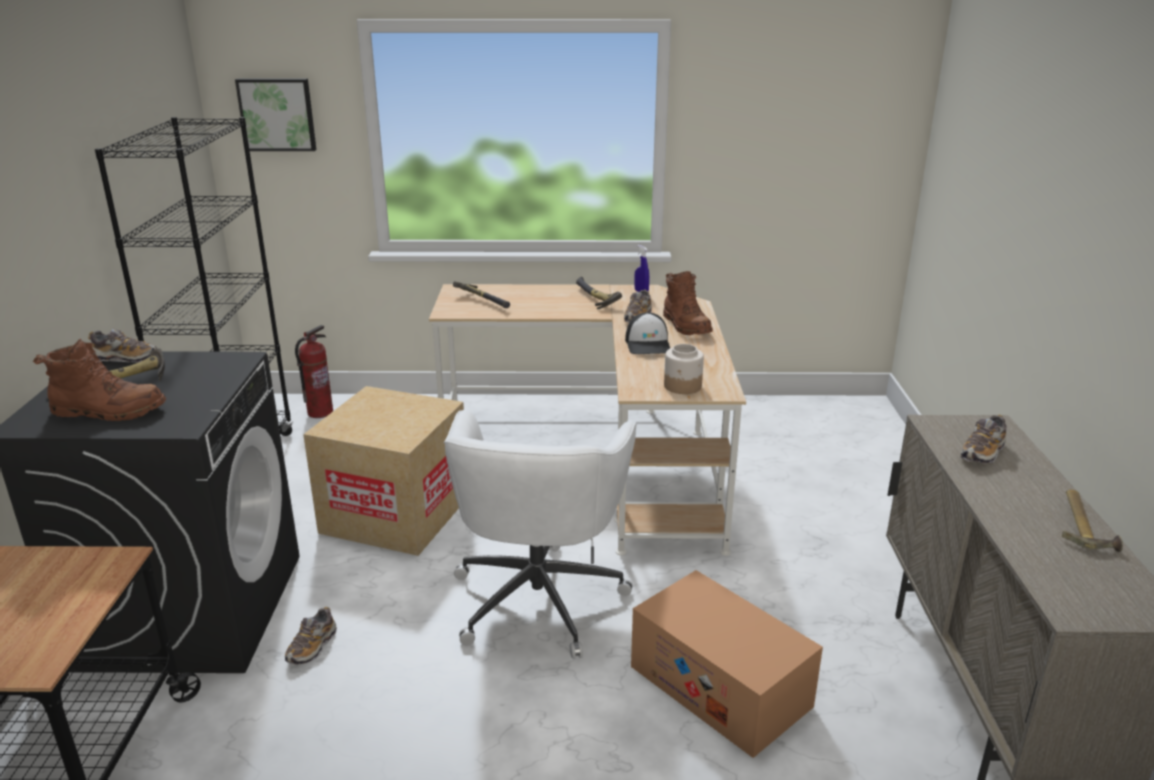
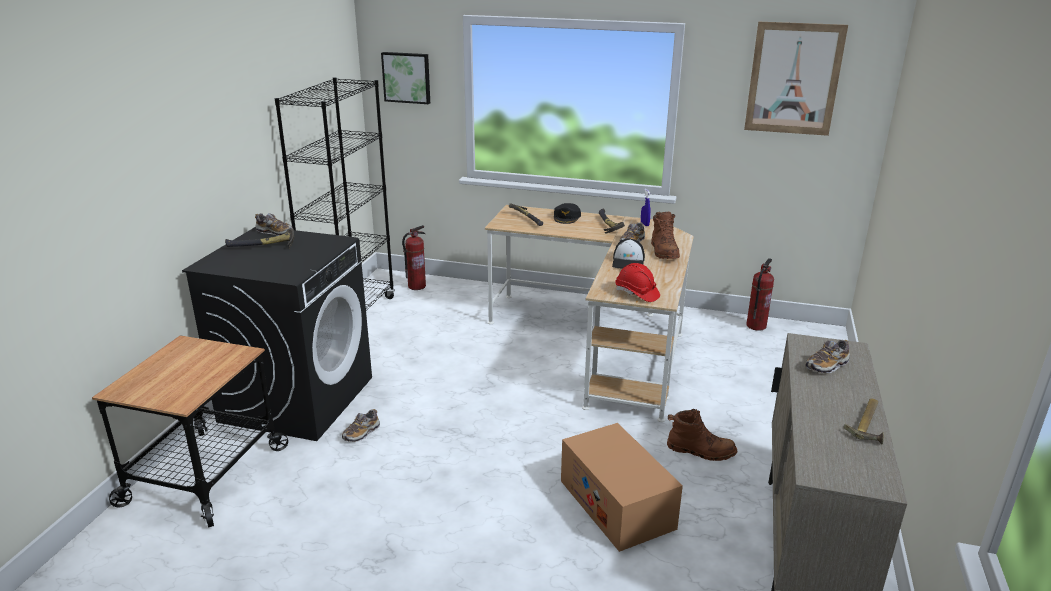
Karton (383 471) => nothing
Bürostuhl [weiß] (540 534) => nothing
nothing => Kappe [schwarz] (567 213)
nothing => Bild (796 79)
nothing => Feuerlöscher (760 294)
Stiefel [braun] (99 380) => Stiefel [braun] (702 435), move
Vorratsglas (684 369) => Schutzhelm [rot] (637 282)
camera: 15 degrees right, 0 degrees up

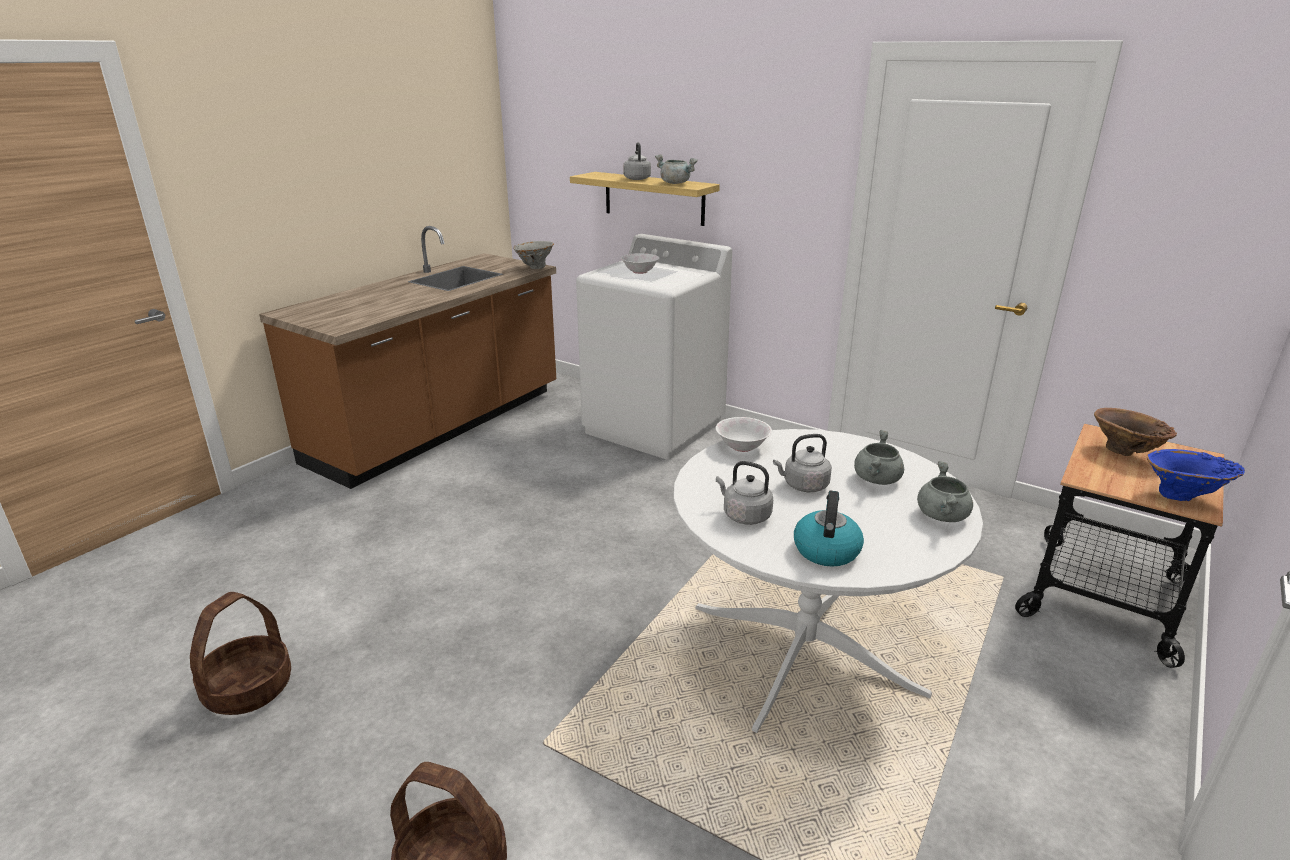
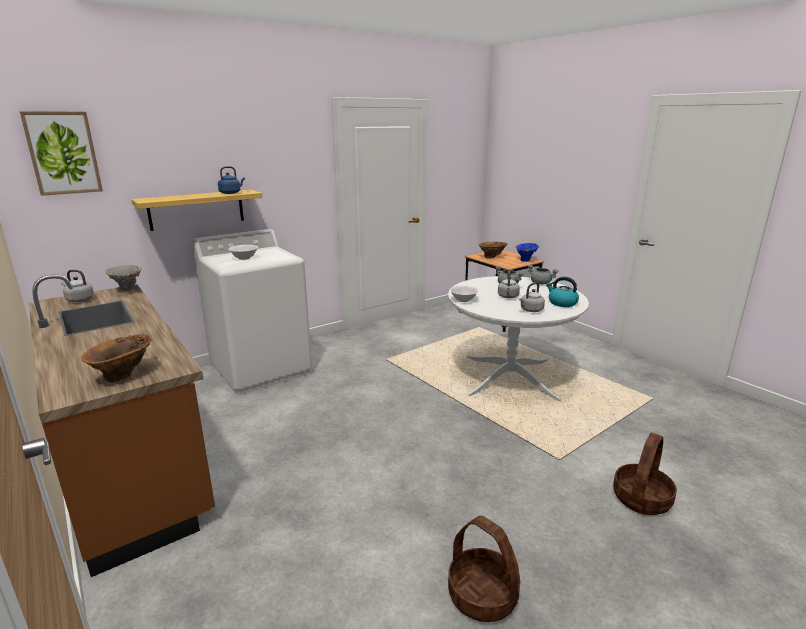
nothing => Bild (61 153)
nothing => Vase [braun] (116 358)
Wasserkessel [grau] (637 161) => Wasserkessel [grau] (77 286), move
Kochtopf [grau] (676 169) => Wasserkessel [blau] (231 180)
camera: 70 degrees left, 5 degrees down

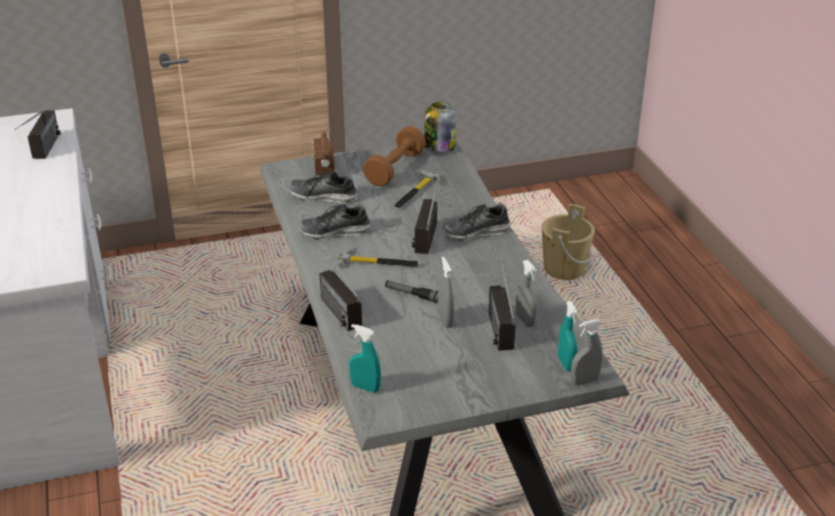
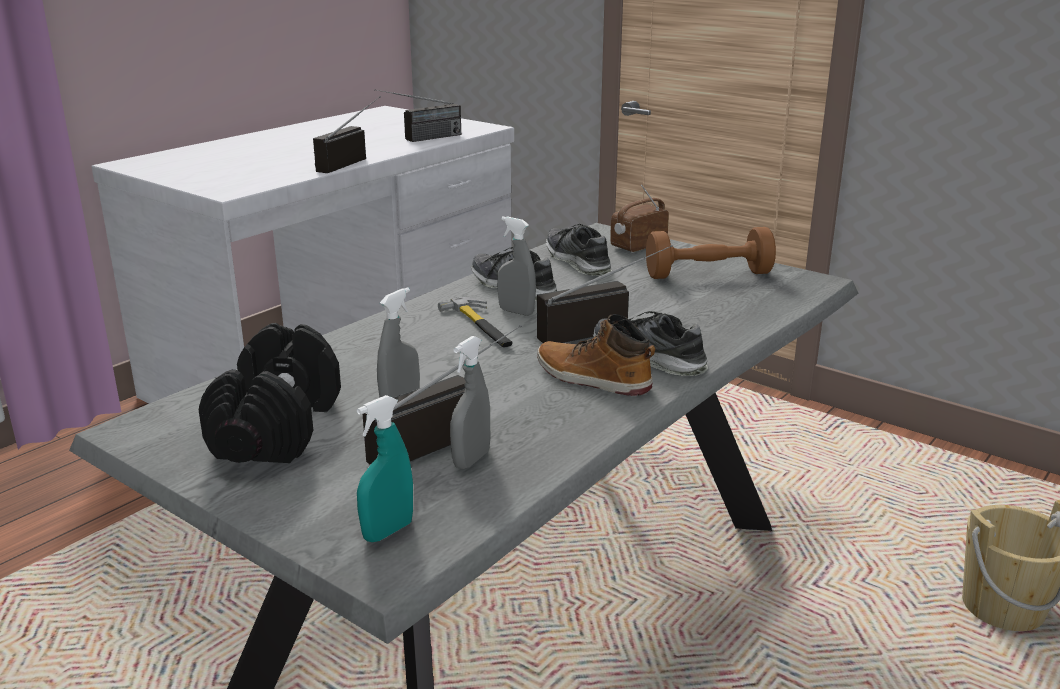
Sprühflasche [türkis] (365 358) => nothing
Taschenlampe (411 291) => nothing
Hammer (417 189) => nothing
Vorratsglas (440 127) => nothing
nothing => Hantel [schwarz] (270 393)
nothing => Stiefel (596 355)
Radio (338 281) => Radio (347 134), move
Sprühflasche [grau] (587 352) => Sprühflasche [grau] (516 266), move
camera: 55 degrees right, 10 degrees down

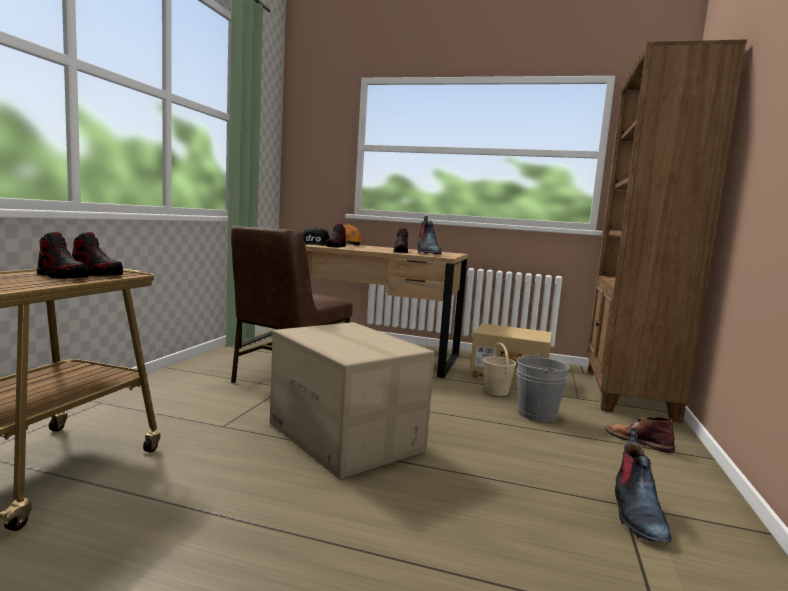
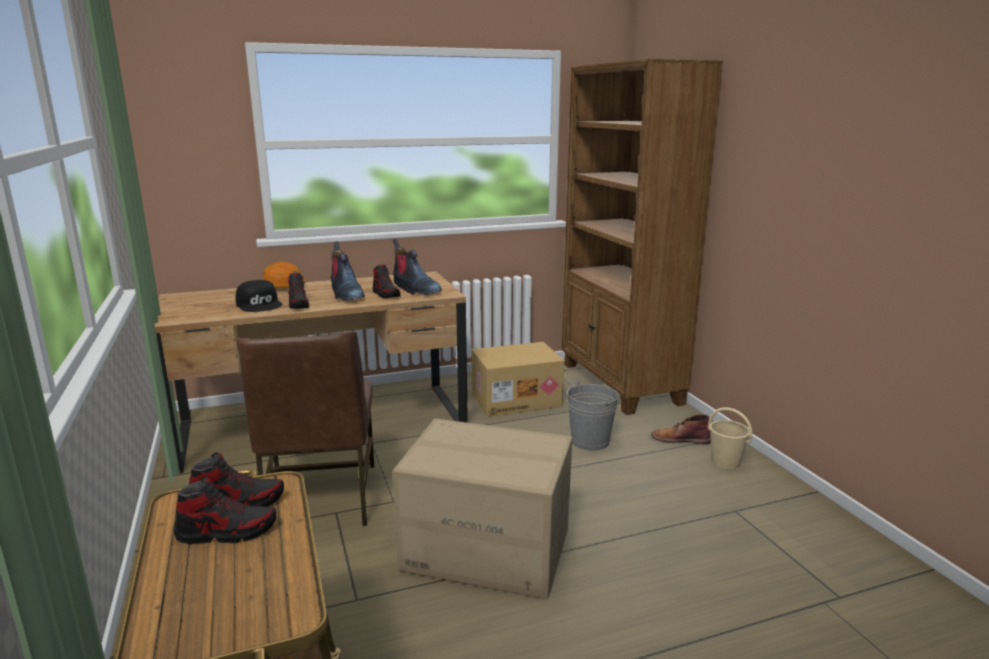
Eimer [beige] (499 369) => Eimer [beige] (730 438), move
Stiefel (643 485) => Stiefel (348 271), move
camera: 35 degrees left, 10 degrees up

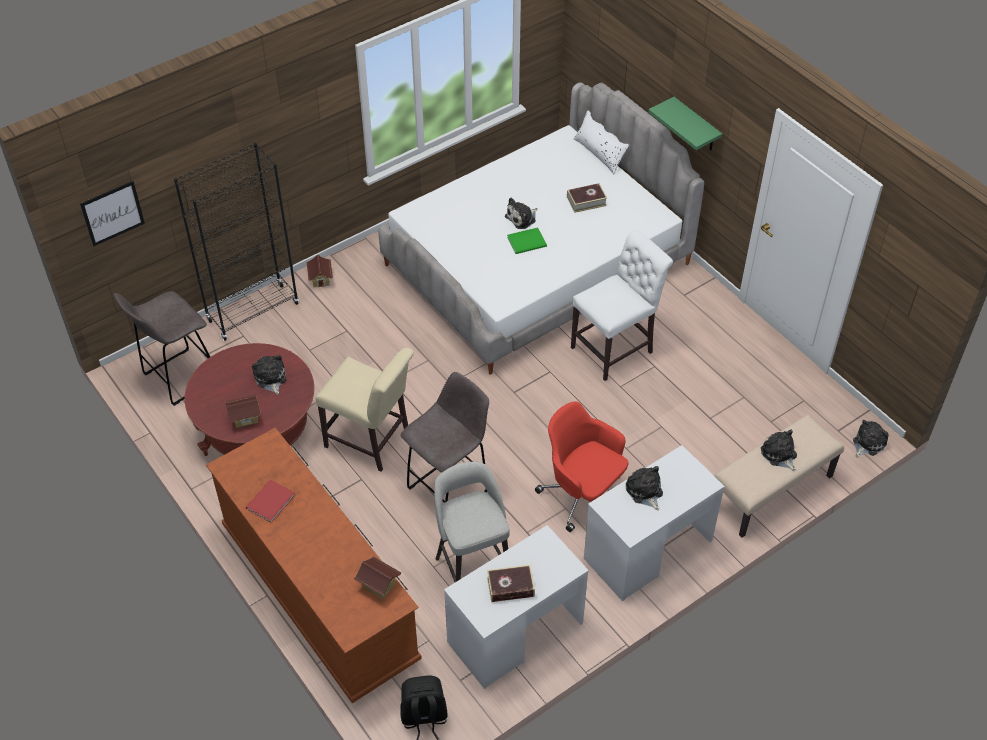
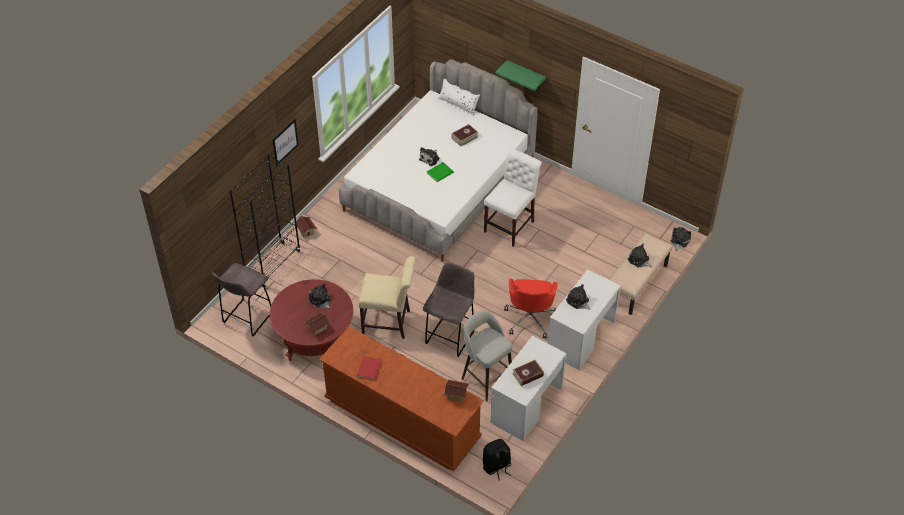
Bild (112 214) => Bild (285 142), move
Bürostuhl [rot] (582 466) => Bürostuhl [rot] (531 308), 105 degrees counterclockwise
camera: 20 degrees left, 0 degrees up

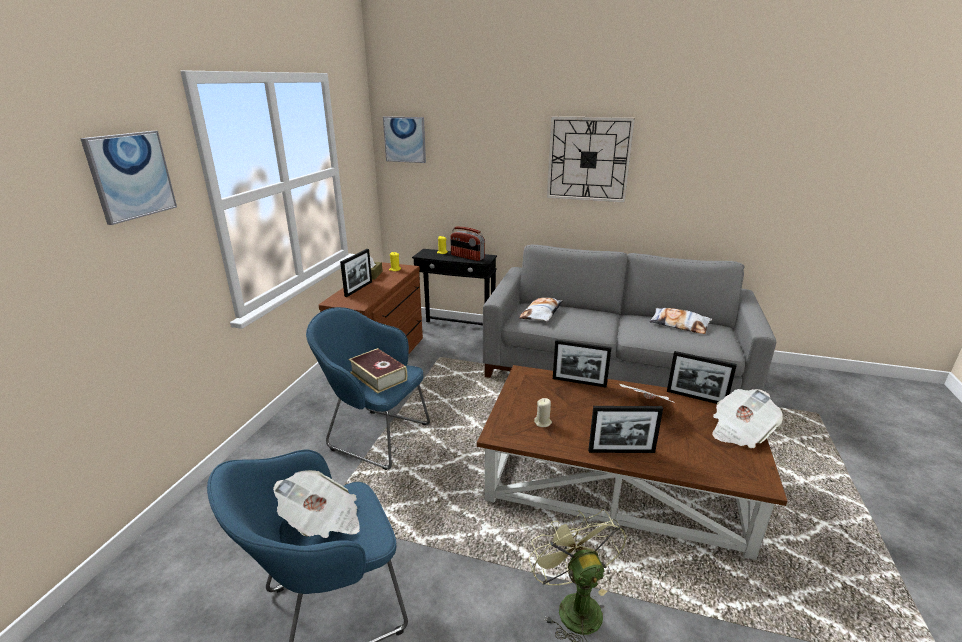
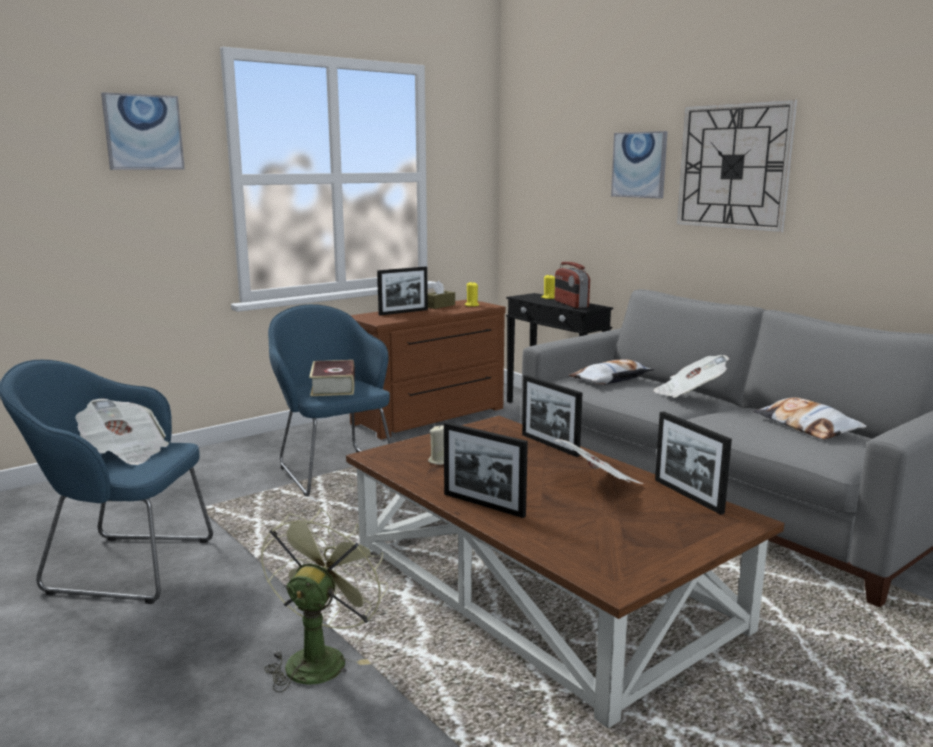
Bild (404 139) => Bild (639 165), move
Zeitung (747 418) => Zeitung (691 376), move
camera: 35 degrees right, 10 degrees down

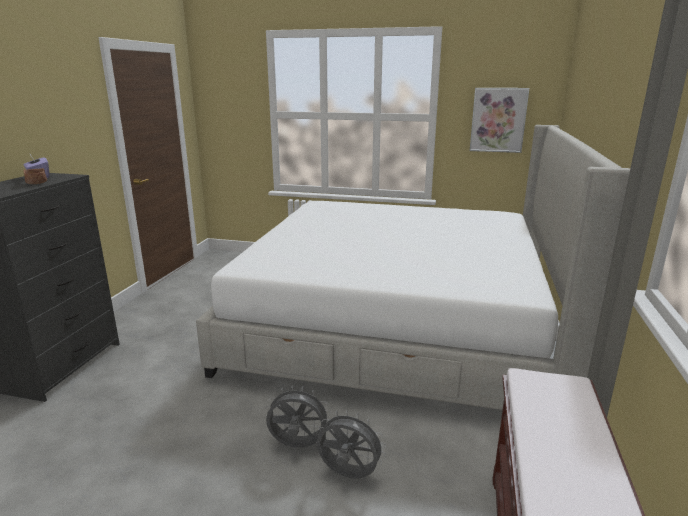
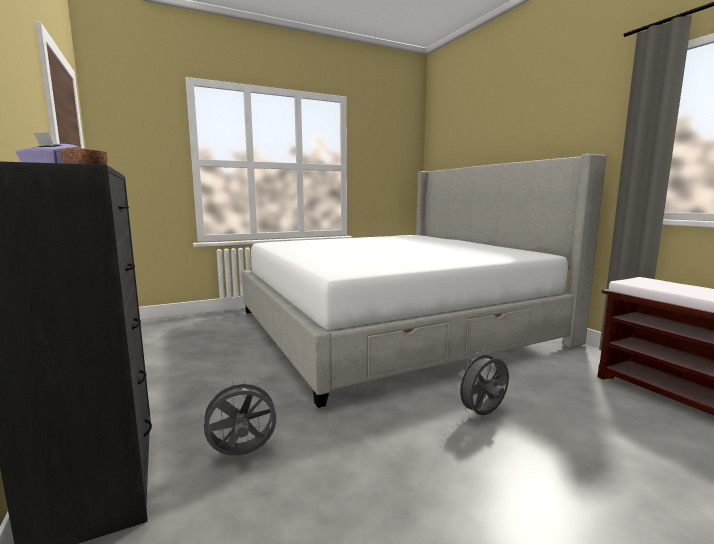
Bild (500 120) => nothing
Ventilator [grau] (351 444) => Ventilator [grau] (239 417), move
camera: 40 degrees left, 10 degrees down

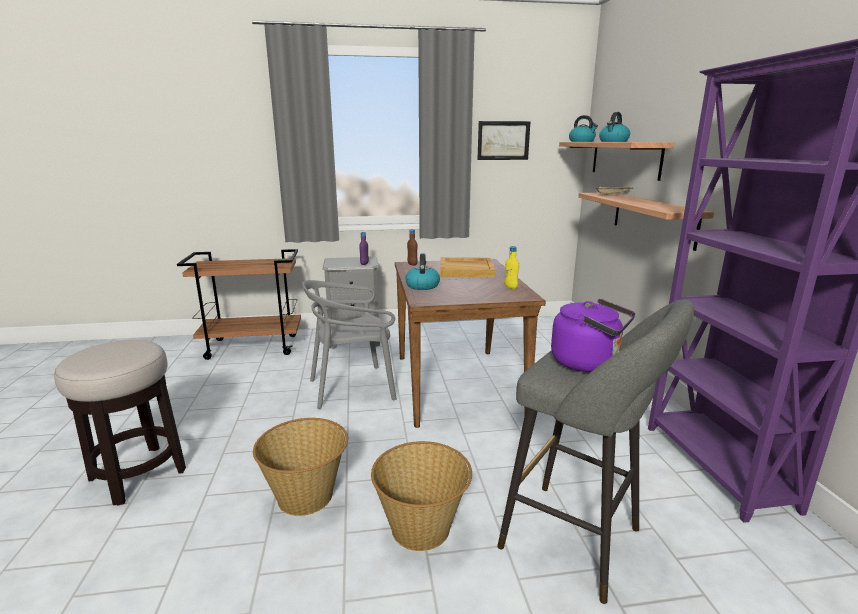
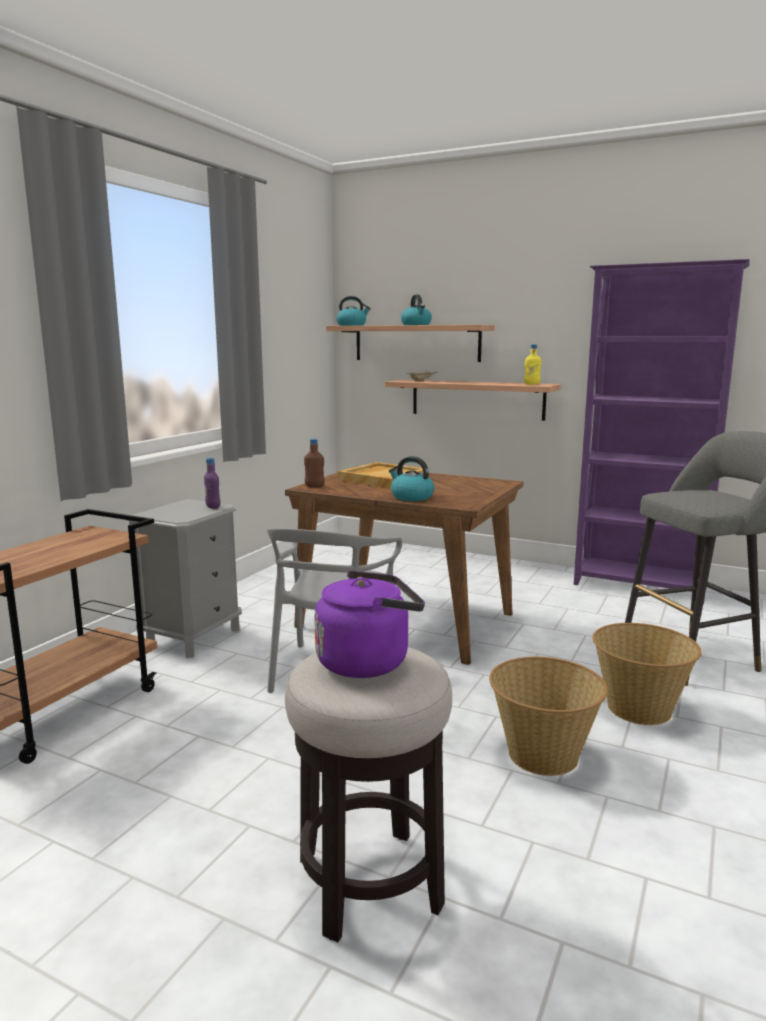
Bild (503 140) => nothing
Flasche [gelb] (511 267) => Flasche [gelb] (533 364), move
Wasserkessel [lila] (593 335) => Wasserkessel [lila] (369 624), move
camera: 55 degrees left, 5 degrees down

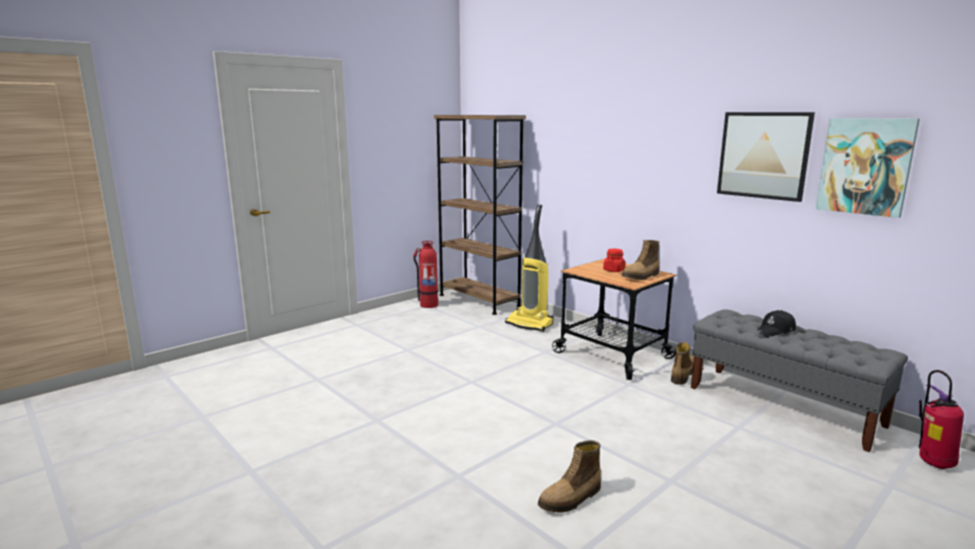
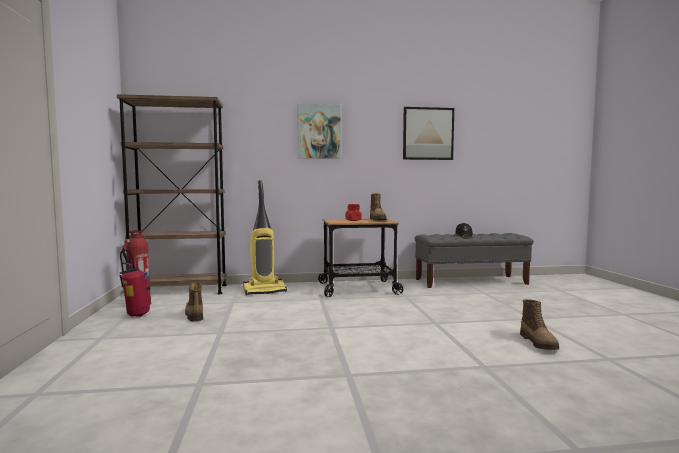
Stiefel (682 363) => Stiefel (194 302), move
Bild (868 168) => Bild (319 131), move
Feuerlöscher (941 419) => Feuerlöscher (134 283), move
camera: 55 degrees left, 10 degrees down

